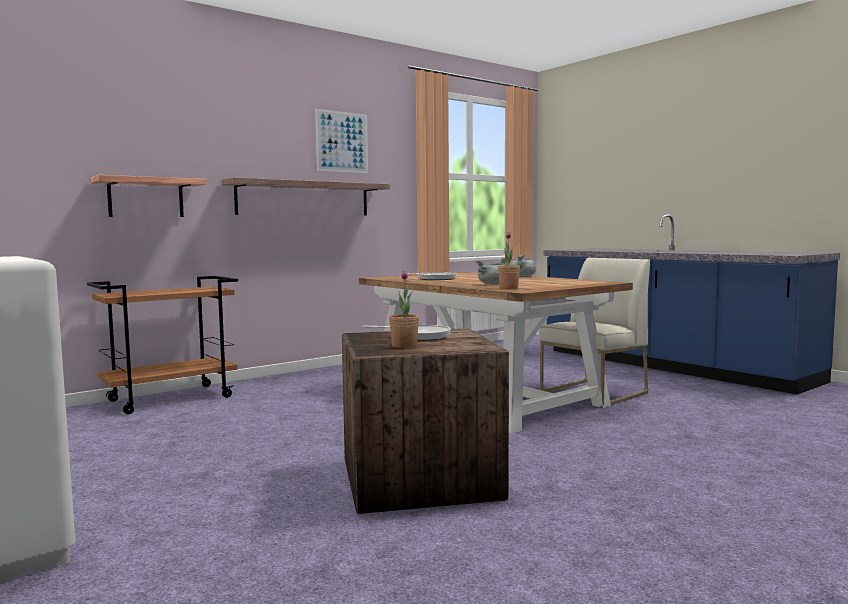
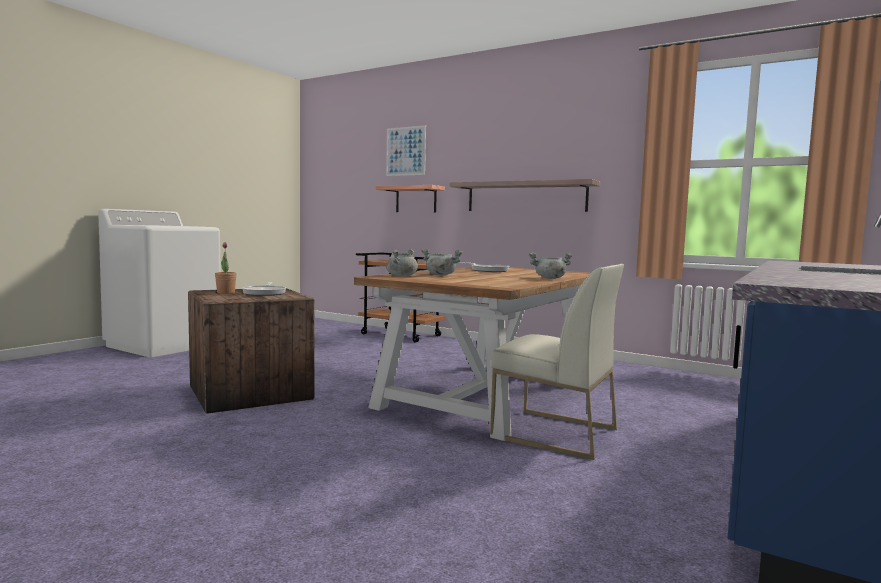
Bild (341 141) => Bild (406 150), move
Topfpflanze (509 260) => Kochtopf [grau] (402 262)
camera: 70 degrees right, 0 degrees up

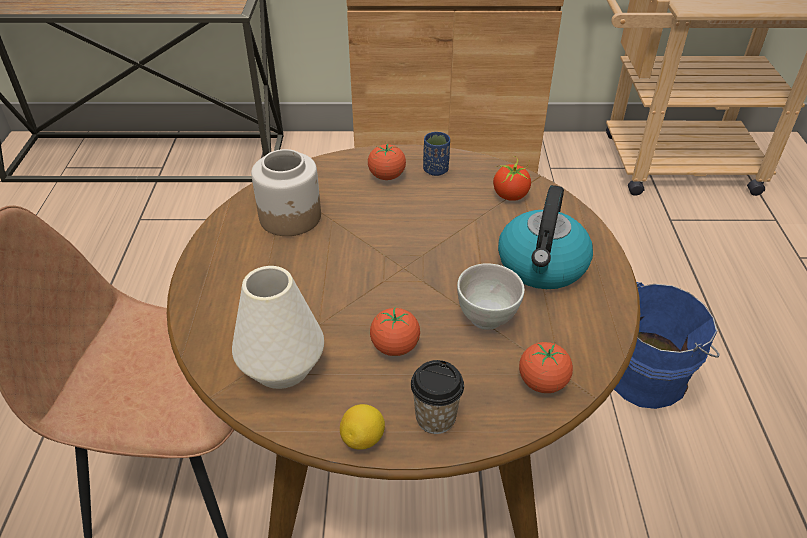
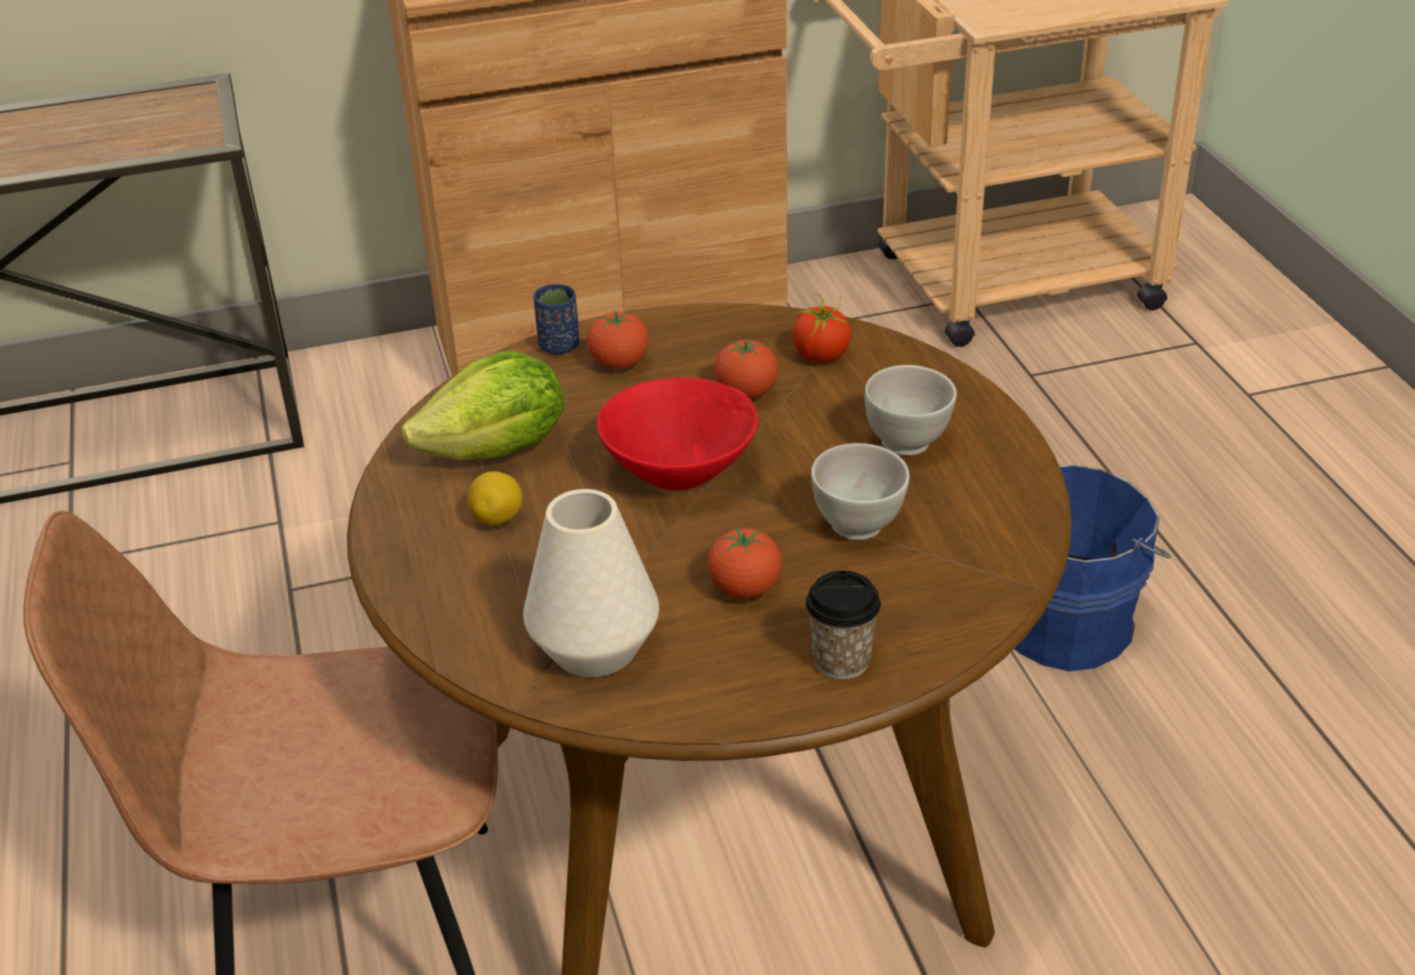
nothing => Schüssel [rot] (677 434)
Zitrone (362 427) => Zitrone (495 498), move
Tasse [blau] (436 154) => Tasse [blau] (556 319), move
Tomate (546 367) => Tomate (746 369), move
Vorratsglas (286 192) => Salatkopf (483 405)
Wasserkessel (545 237) => Schüssel [weiß] (911 410)
camera: 15 degrees left, 5 degrees down

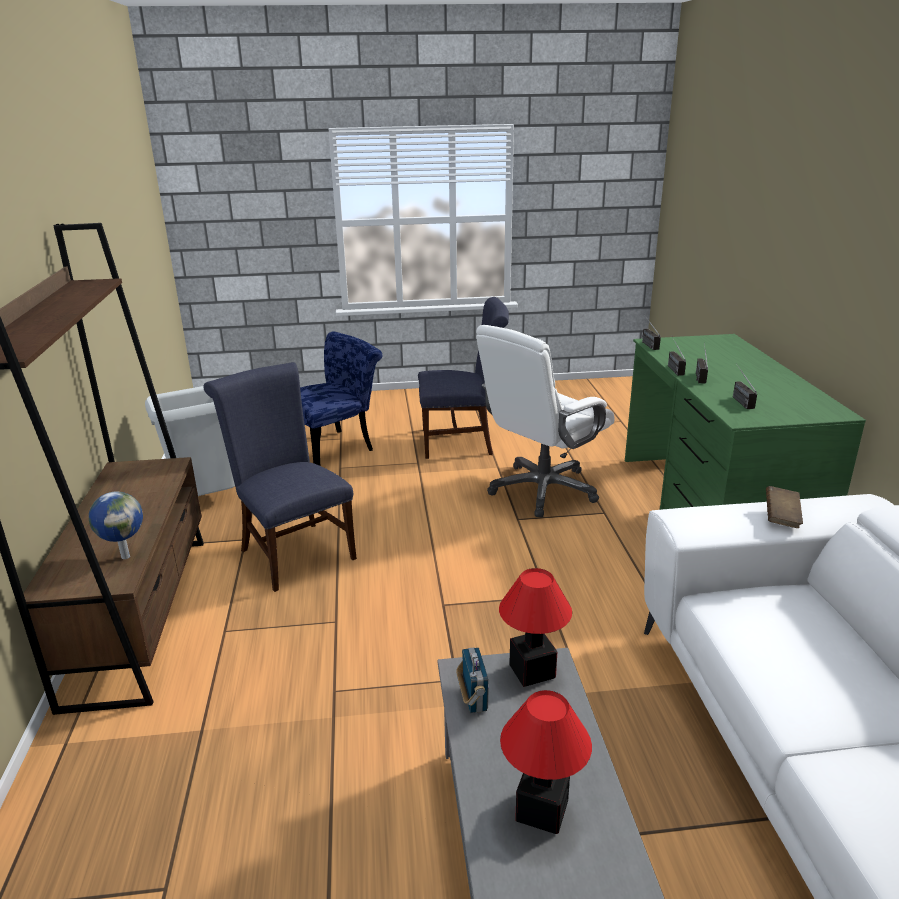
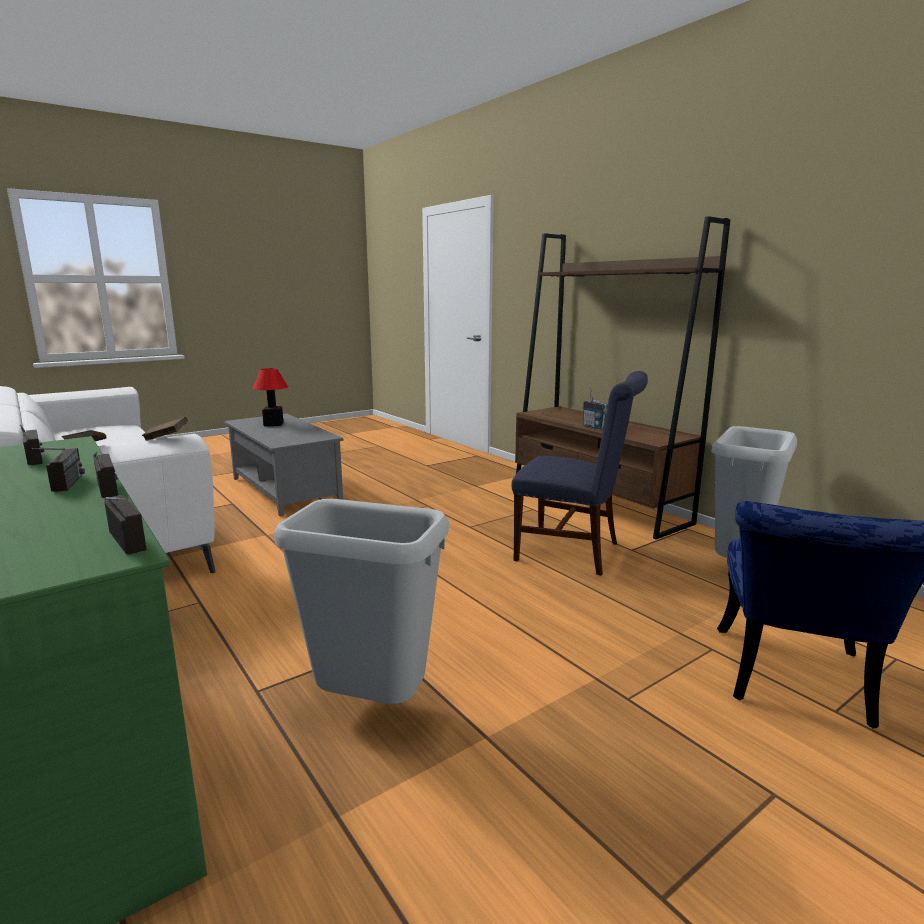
Globus (116 525) => nothing
Stuhl [blau] (463 378) => nothing
Tischlampe (535 627) => nothing
nothing => Buch [braun] (165 429)
Radio (472 680) => Radio (595 408), move
Bürostuhl [weiß] (545 421) => Mülleimer [grau] (361 601)
camera: 150 degrees right, 10 degrees down

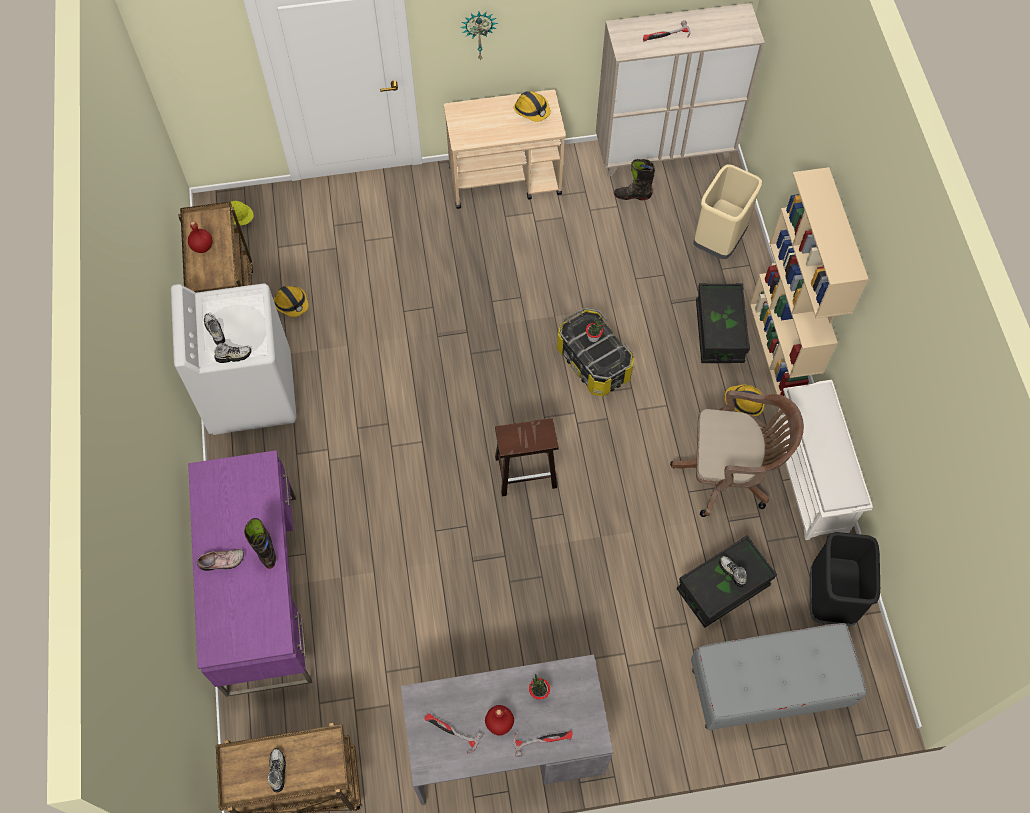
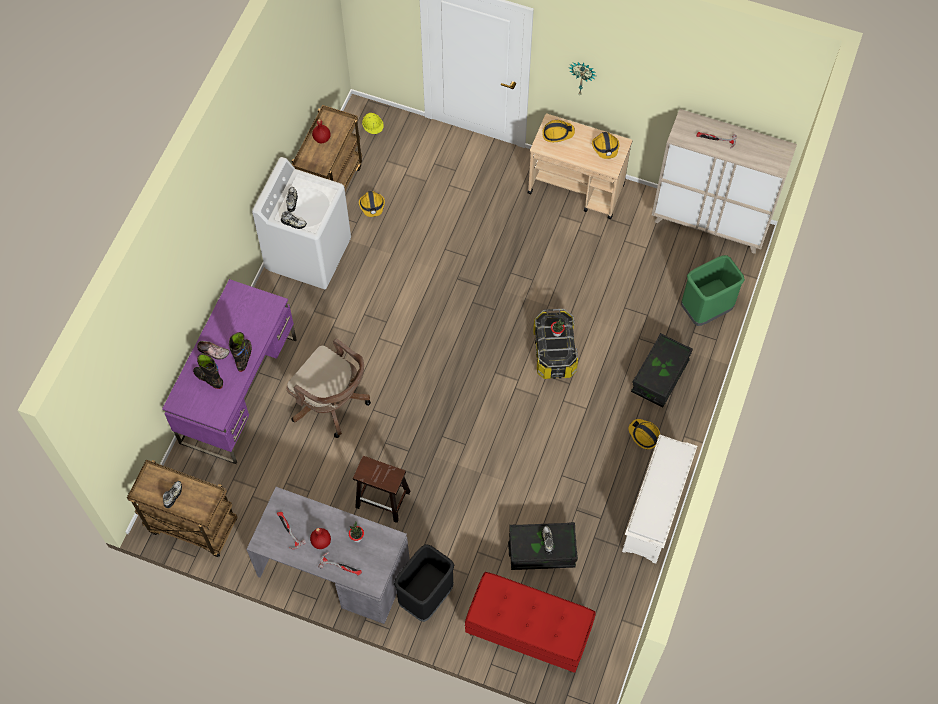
Bücherregal [beige] (809 281) => nothing
nothing => Schutzhelm (558 131)
Hocker [braun] (527 457) => Hocker [braun] (382 489), move
Stiefel [schwarz] (634 179) => Stiefel [schwarz] (208 371), move
Bürostuhl [braun] (737 453) => Bürostuhl [braun] (328 388), move
Mülleimer [schwarz] (845 579) => Mülleimer [schwarz] (424 583), move
Bank [grau] (778 676) => Bank [rot] (530 622)
Mülleimer [beige] (728 211) => Mülleimer [grün] (713 290)
camera: 30 degrees right, 0 degrees up

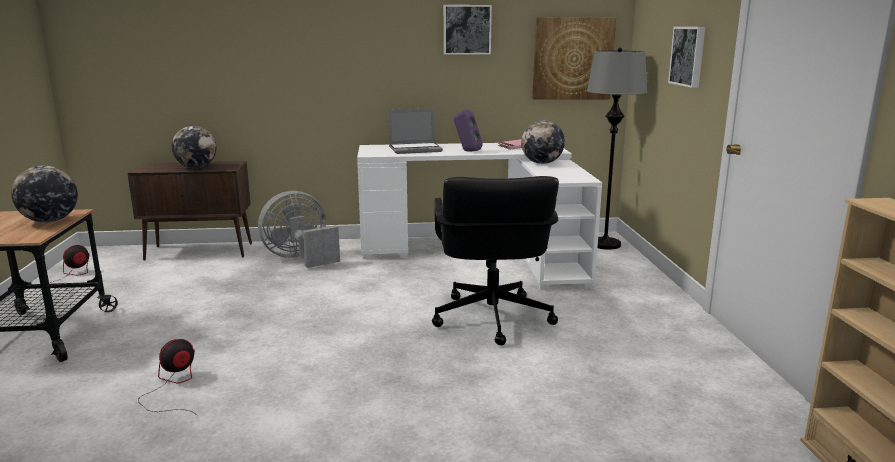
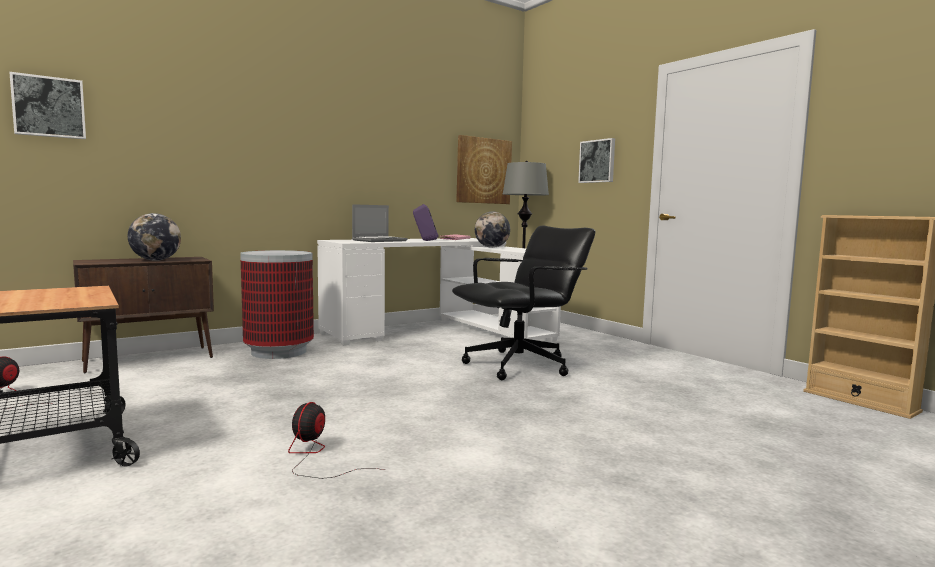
Globus (44 194) => nothing
Bild (468 30) => Bild (47 105), move
Ventilator [grau] (299 229) => Mülleimer (277 304)
Bürostuhl [schwarz] (495 260) => Bürostuhl [schwarz] (524 303), 90 degrees counterclockwise
camera: 30 degrees left, 10 degrees down

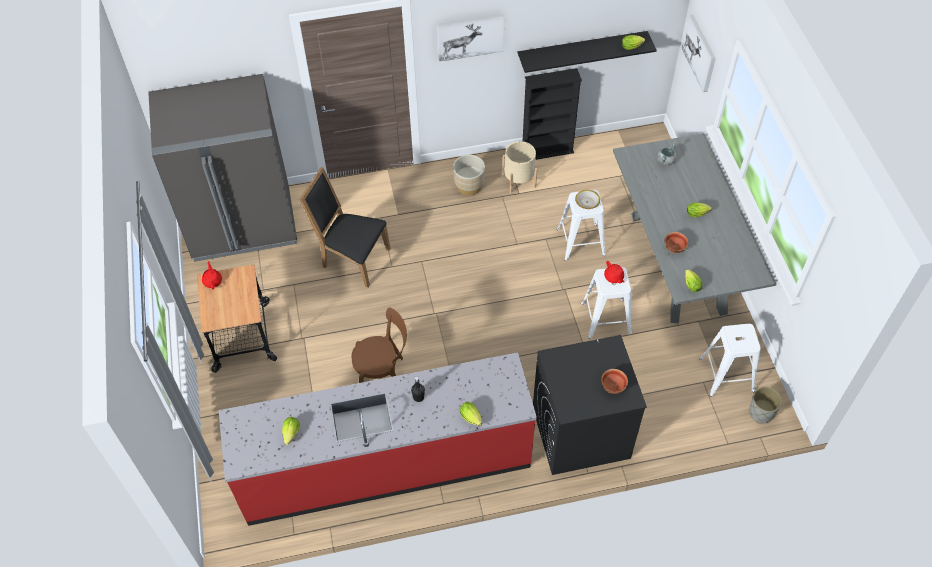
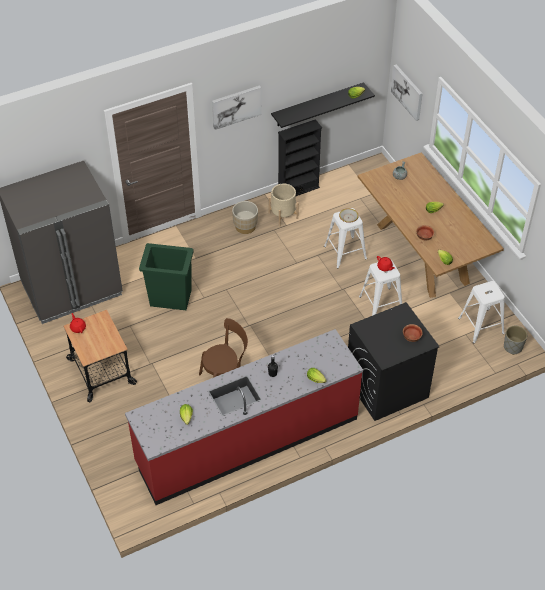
Stuhl [schwarz] (345 227) => Mülleimer [grün] (166 276)
Esstisch [grau] (694 228) => Esstisch [braun] (431 225)
camera: 15 degrees left, 5 degrees down

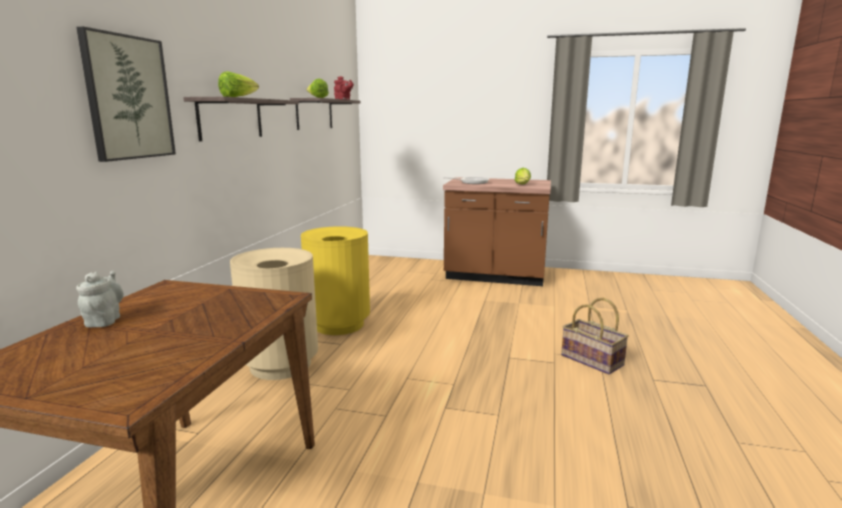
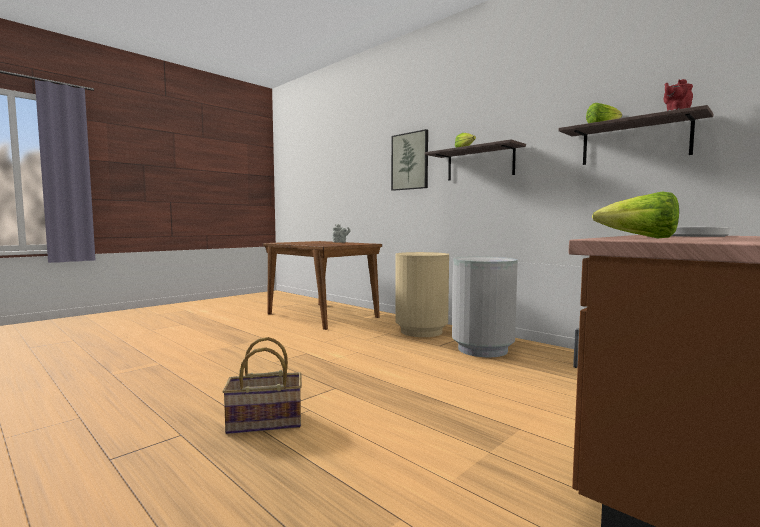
Mülleimer [gelb] (335 280) => Mülleimer [grau] (485 307)
camera: 120 degrees right, 10 degrees down

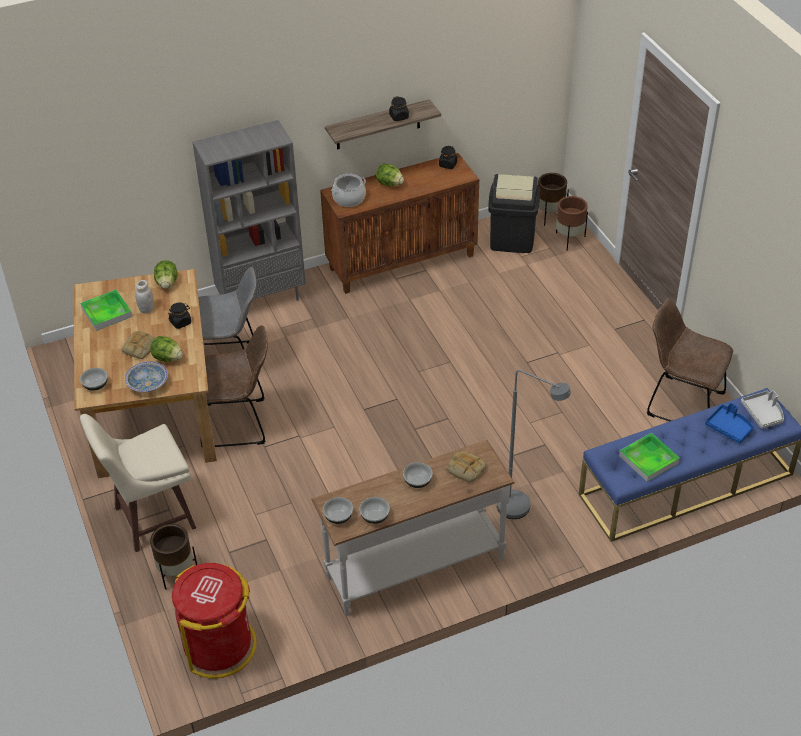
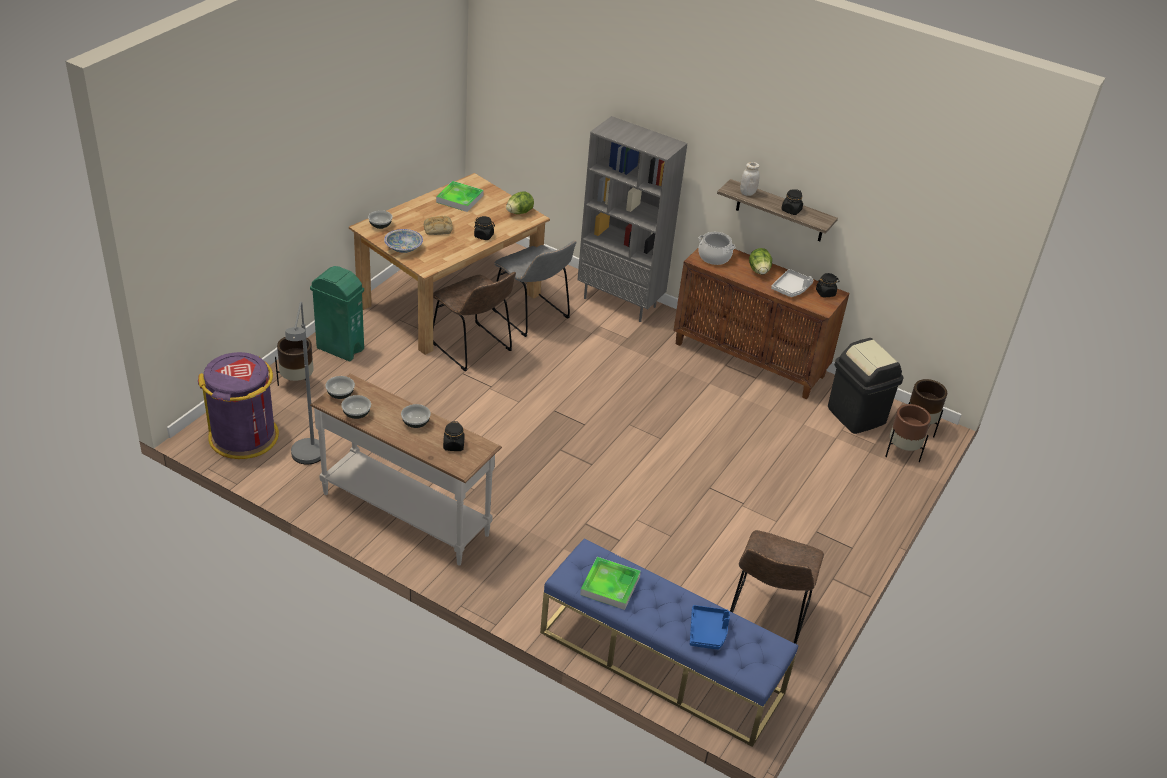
Salatkopf (166 349) => nothing
Vorratsglas [weiß] (145 297) => Vorratsglas [weiß] (750 179), move
Stehlampe [grau] (534 444) => Stehlampe [grau] (303 383), move
Tablett [grau] (762 410) => Tablett [grau] (792 283), move
Hocker [beige] (138 483) => Mülleimer [grün] (337 313)
Brot (466 467) => Vorratsglas [schwarz] (454 436)
Mülleimer [rot] (214 621) => Mülleimer [lila] (238 405)
Stuhl [braun] (690 359) => Stuhl [braun] (777 587), 150 degrees counterclockwise
camera: 50 degrees right, 5 degrees down

